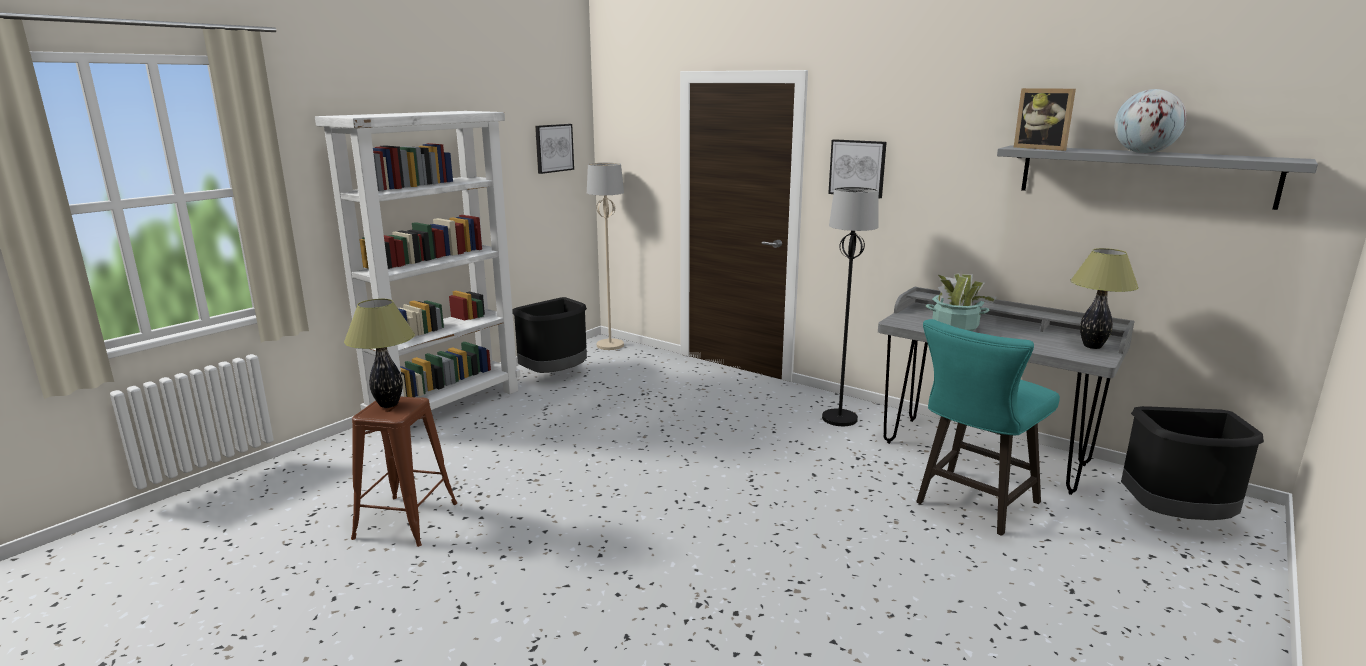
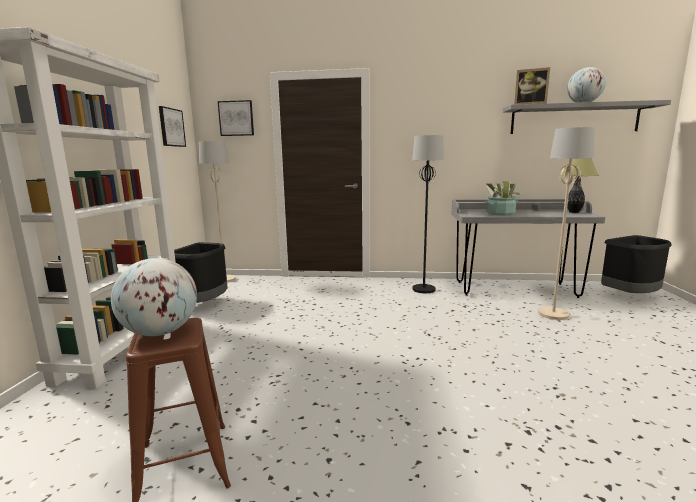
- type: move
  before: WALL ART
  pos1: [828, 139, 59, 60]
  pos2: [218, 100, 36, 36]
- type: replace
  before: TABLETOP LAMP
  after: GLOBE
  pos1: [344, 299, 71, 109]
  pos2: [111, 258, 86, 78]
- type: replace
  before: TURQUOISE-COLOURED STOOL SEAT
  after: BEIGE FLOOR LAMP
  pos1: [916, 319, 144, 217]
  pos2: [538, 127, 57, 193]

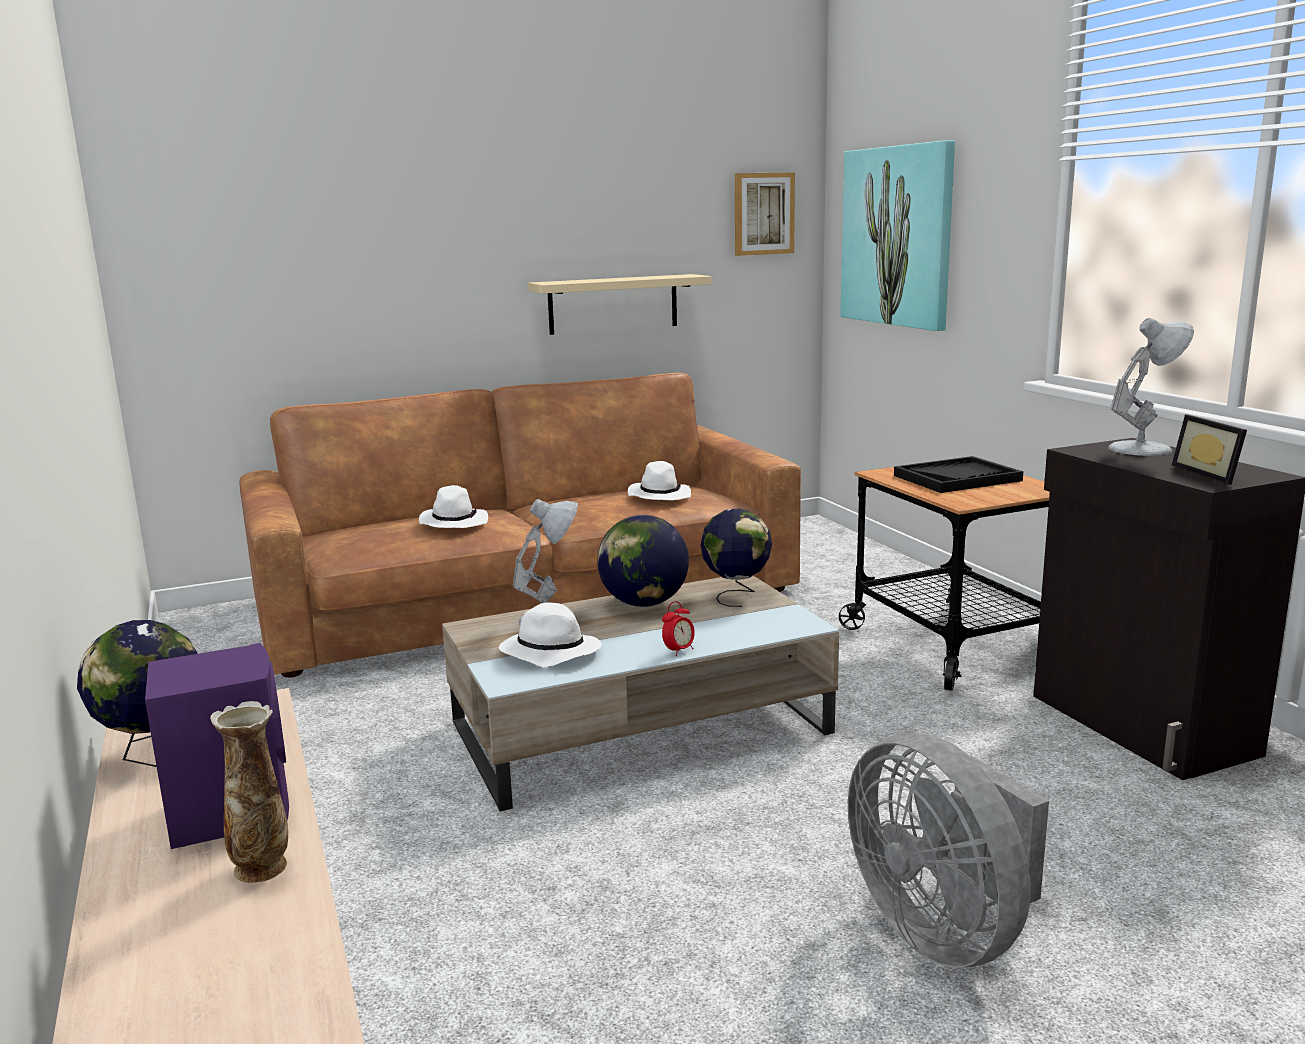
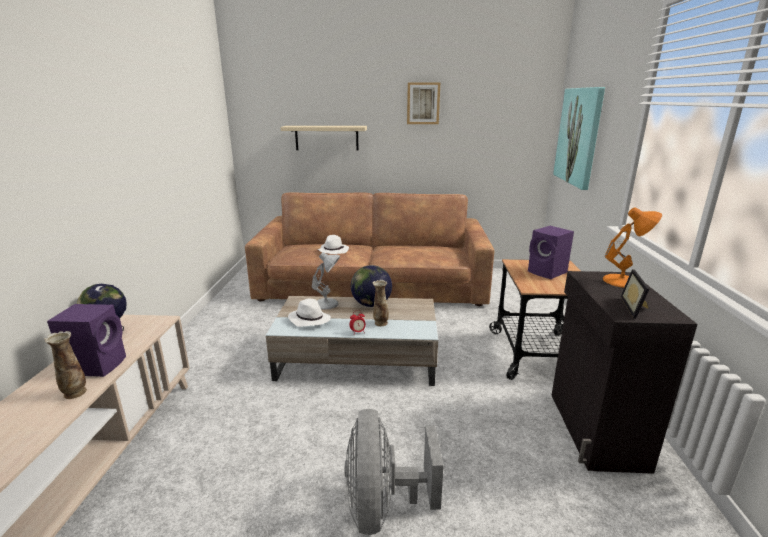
- type: move
  before: WALL ART
  pos1: [735, 172, 60, 84]
  pos2: [407, 82, 33, 42]
- type: move
  before: BEIGE BRACKET SHELF
  pos1: [528, 274, 183, 61]
  pos2: [280, 126, 87, 25]
- type: recolor
  before: WHITE-COLOURED TABLETOP LAMP
  after: ORANGE TABLETOP LAMP
  pos1: [1108, 318, 86, 138]
  pos2: [603, 207, 59, 81]
- type: replace
  before: BLACK TRAY
  after: PURPLE LOUDSPEAKER
  pos1: [894, 456, 129, 37]
  pos2: [528, 226, 46, 53]
- type: delete
  before: WHITE-COLOURED CLOTHING HAT
  pos1: [628, 461, 63, 39]
- type: delete
  before: GLOBE
  pos1: [701, 509, 71, 98]
- type: insert
  after: VASE
  pos2: [373, 280, 16, 46]

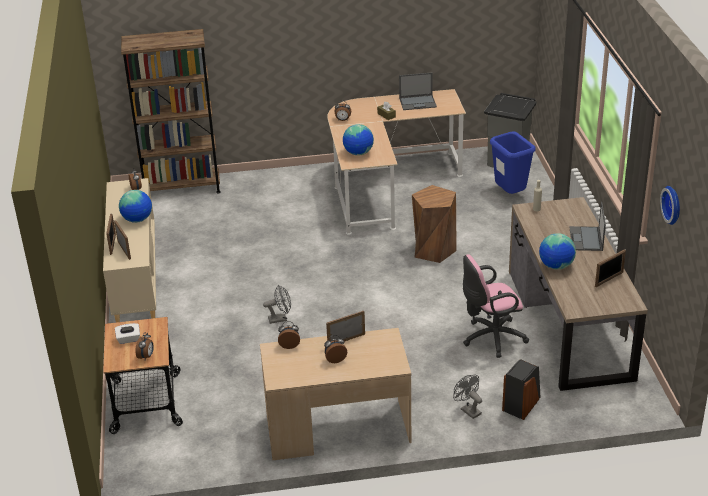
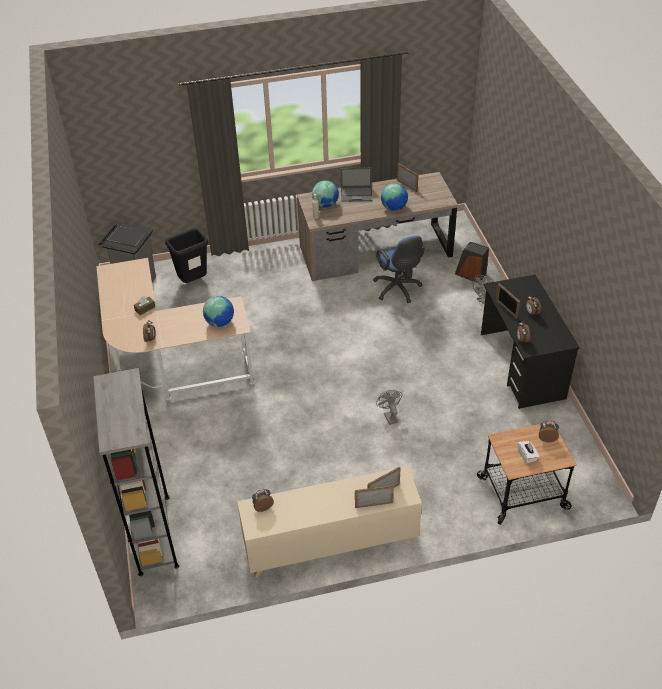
- type: recolor
  before: BROWNISH BOOKSHELF
  after: GREY BOOKSHELF
  pos1: [121, 29, 100, 165]
  pos2: [93, 368, 86, 208]
- type: delete
  before: NOTEBOOK COMPUTER
  pos1: [399, 73, 38, 37]
- type: recolor
  before: BLUISH RUBBISH BIN
  after: BLACK RUBBISH BIN
  pos1: [490, 132, 46, 62]
  pos2: [165, 228, 43, 55]
- type: delete
  before: BROWNISH STOOL SEAT
  pos1: [412, 185, 45, 78]
- type: delete
  before: HANGING CLOCK
  pos1: [660, 186, 20, 39]
- type: move
  before: GLOBE
  pos1: [119, 190, 33, 33]
  pos2: [312, 180, 27, 28]
- type: recolor
  before: PINK OFFICE CHAIR
  after: BLUISH OFFICE CHAIR
  pos1: [463, 254, 66, 104]
  pos2: [373, 236, 52, 67]
- type: recolor
  before: BEIGE DESK
  after: BLACK DESK
  pos1: [260, 328, 151, 132]
  pos2: [481, 275, 99, 134]

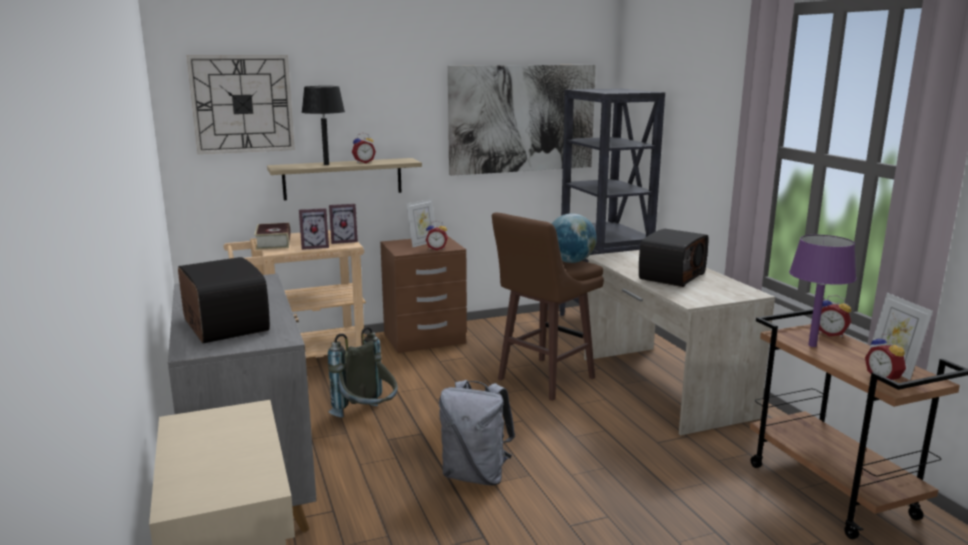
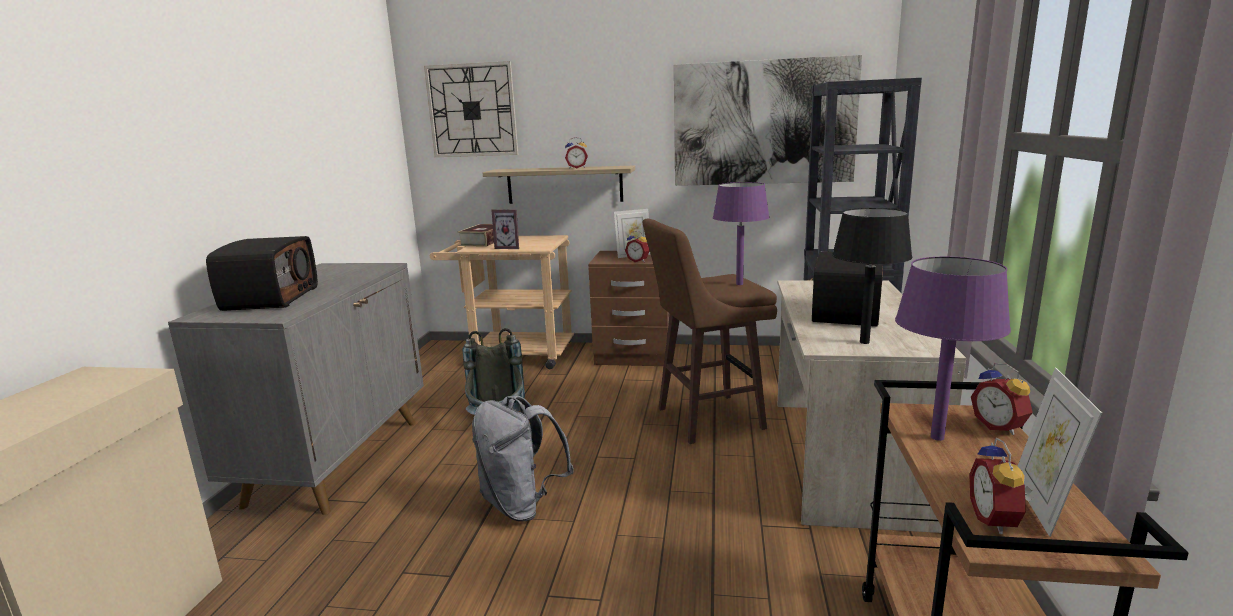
- type: move
  before: BLACK TABLETOP LAMP
  pos1: [301, 86, 44, 79]
  pos2: [832, 208, 81, 136]
- type: delete
  before: PHOTO FRAME
  pos1: [329, 204, 29, 40]
- type: replace
  before: GLOBE
  after: PURPLE TABLETOP LAMP
  pos1: [552, 213, 45, 50]
  pos2: [713, 182, 57, 103]
- type: rotate
  before: RADIO RECEIVER
  pos1: [639, 229, 70, 58]
  pos2: [812, 252, 71, 74]
  turn: 135

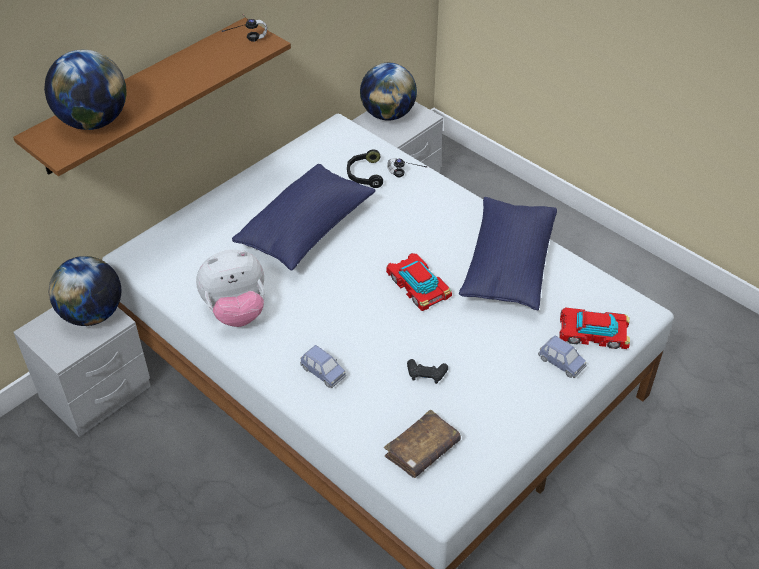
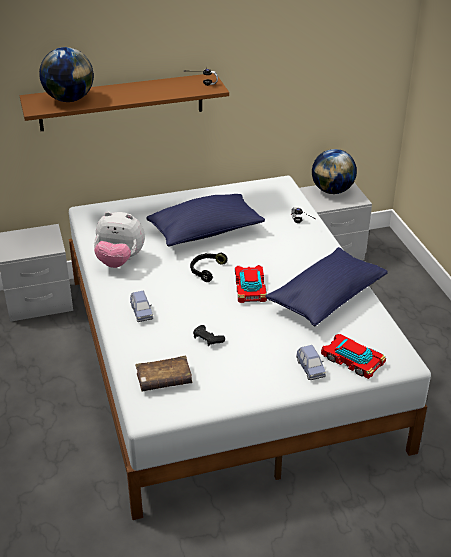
- type: move
  before: BLACK HEADPHONES
  pos1: [347, 149, 36, 39]
  pos2: [190, 253, 38, 29]
- type: delete
  before: GLOBE
  pos1: [49, 256, 73, 70]

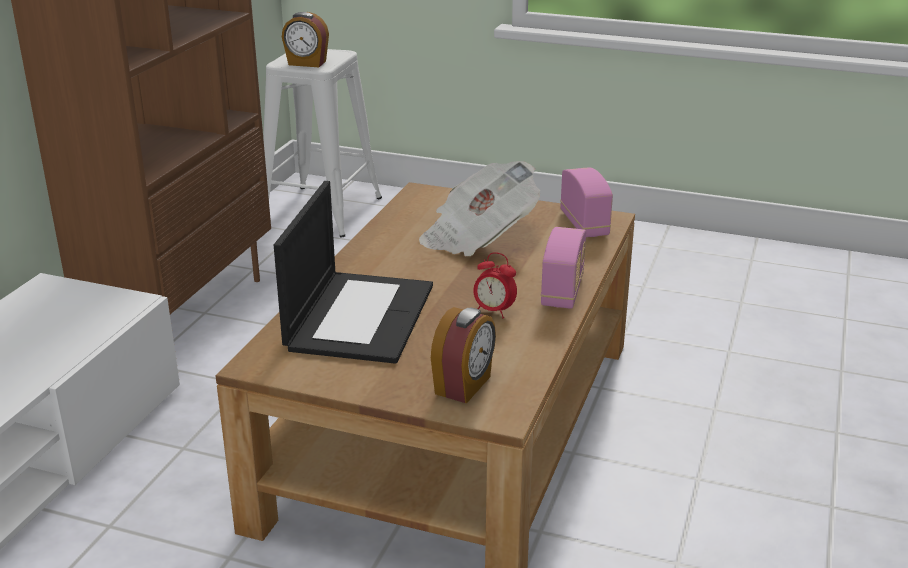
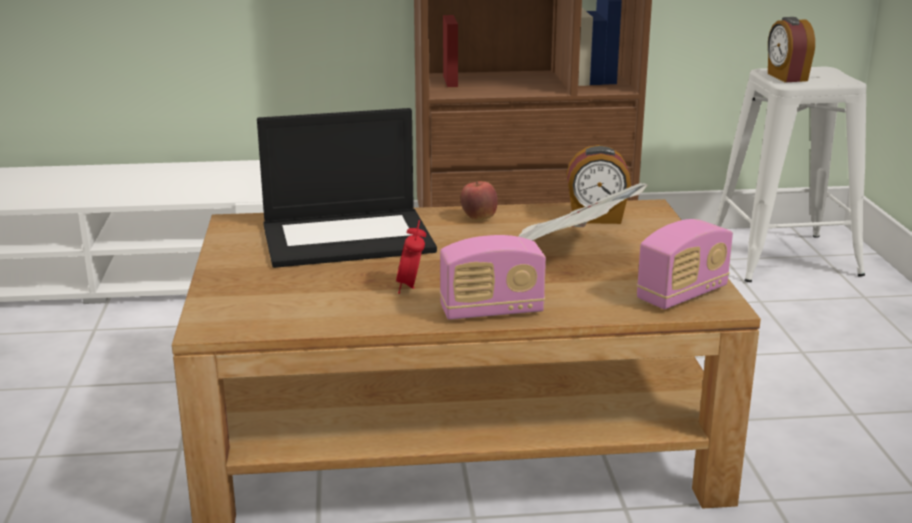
- type: move
  before: BEDSIDE CLOCK
  pos1: [431, 307, 65, 97]
  pos2: [567, 145, 64, 79]
- type: insert
  after: APPLE
  pos2: [461, 181, 37, 40]

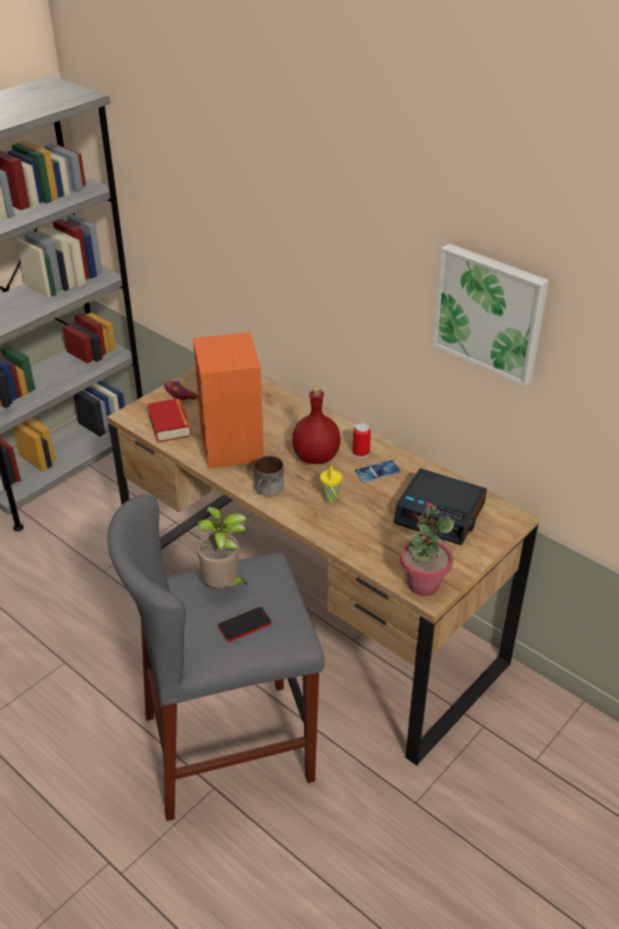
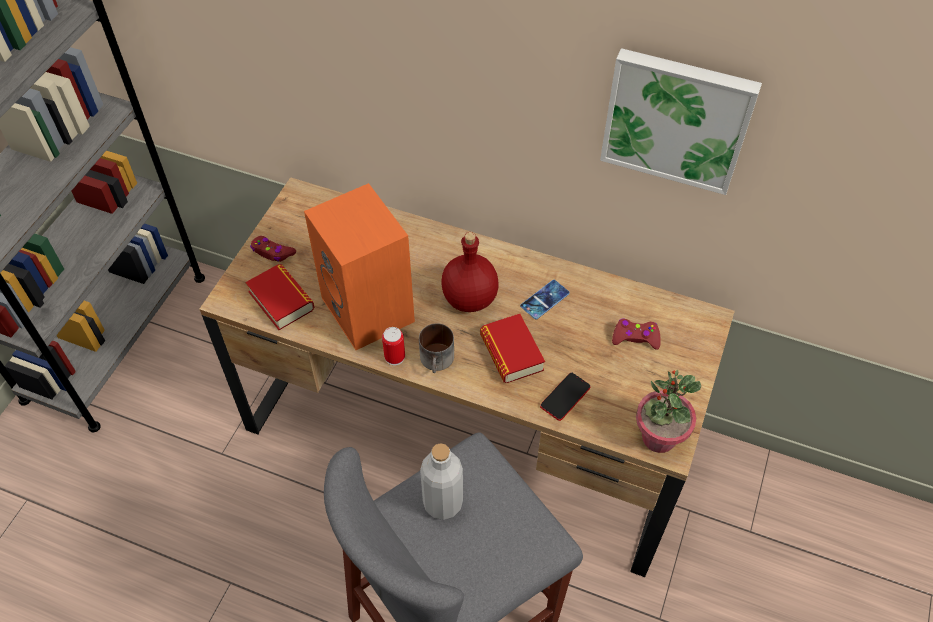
- type: move
  before: SEALED CAN
  pos1: [353, 423, 18, 35]
  pos2: [382, 327, 23, 38]
- type: replace
  before: YELLOW-COLOURED CUP
  after: BOUND BOOK
  pos1: [320, 465, 22, 38]
  pos2: [480, 314, 65, 69]
- type: replace
  before: BEDSIDE CLOCK
  after: RED JOYPAD
  pos1: [394, 468, 93, 77]
  pos2: [612, 318, 49, 31]
- type: replace
  before: POTTED PLANT
  after: GREY BOTTLE
  pos1: [197, 507, 50, 81]
  pos2: [420, 443, 43, 77]
- type: move
  before: TELEPHONE
  pos1: [218, 607, 54, 35]
  pos2: [540, 373, 50, 48]

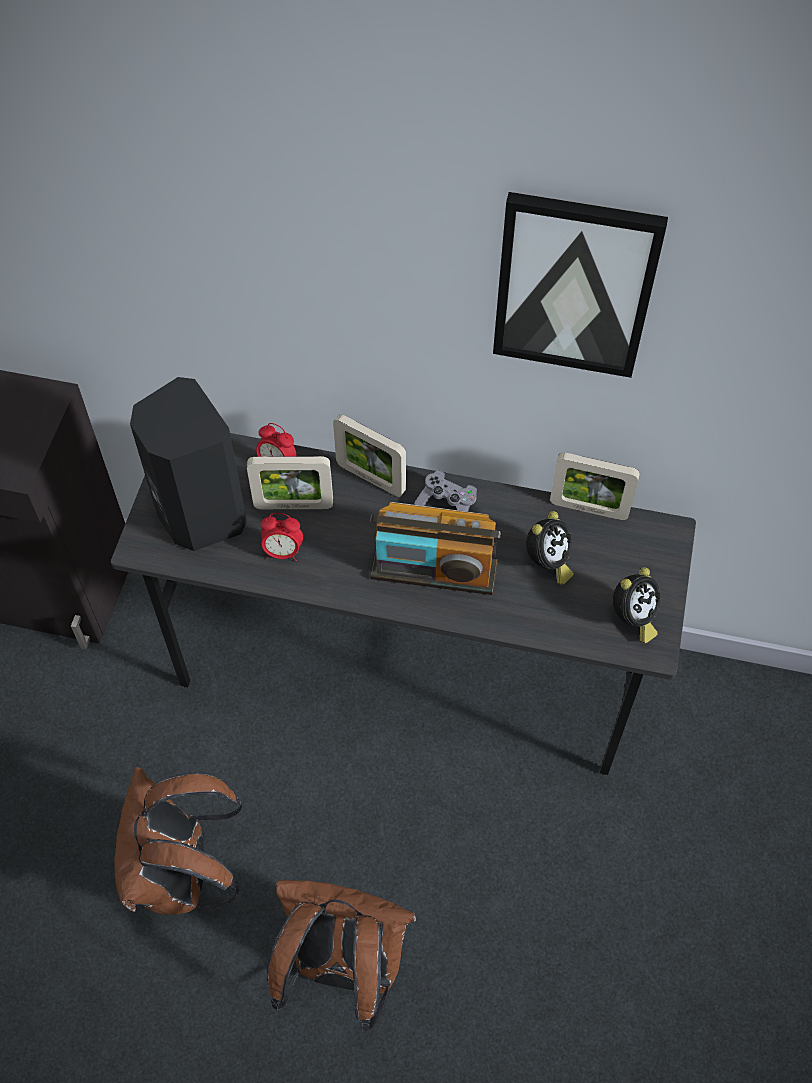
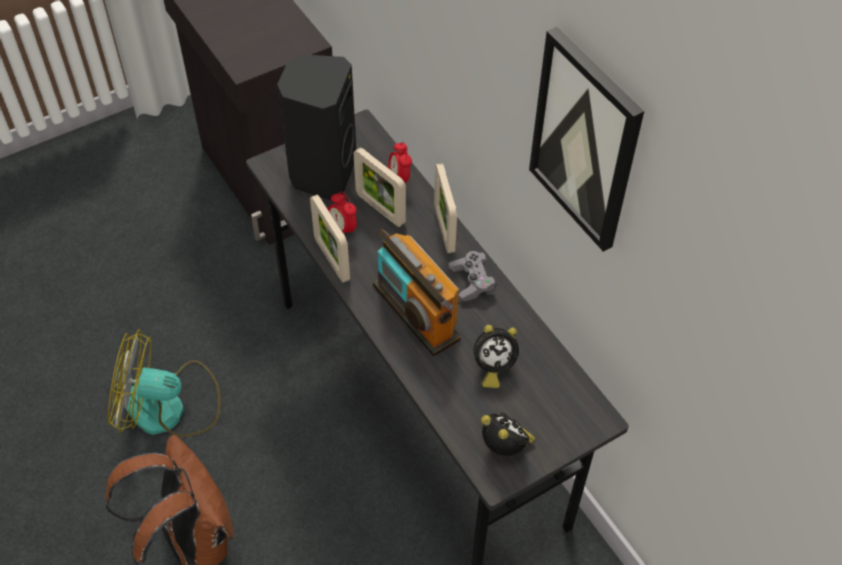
- type: move
  before: PHOTO FRAME
  pos1: [550, 453, 90, 67]
  pos2: [310, 195, 40, 88]
- type: rotate
  before: BEDSIDE CLOCK
  pos1: [613, 567, 47, 76]
  pos2: [481, 413, 54, 43]
  turn: -135
- type: replace
  before: BROWNISH KNAPSACK
  after: COOLING FAN
  pos1: [114, 767, 129, 148]
  pos2: [108, 329, 112, 108]

